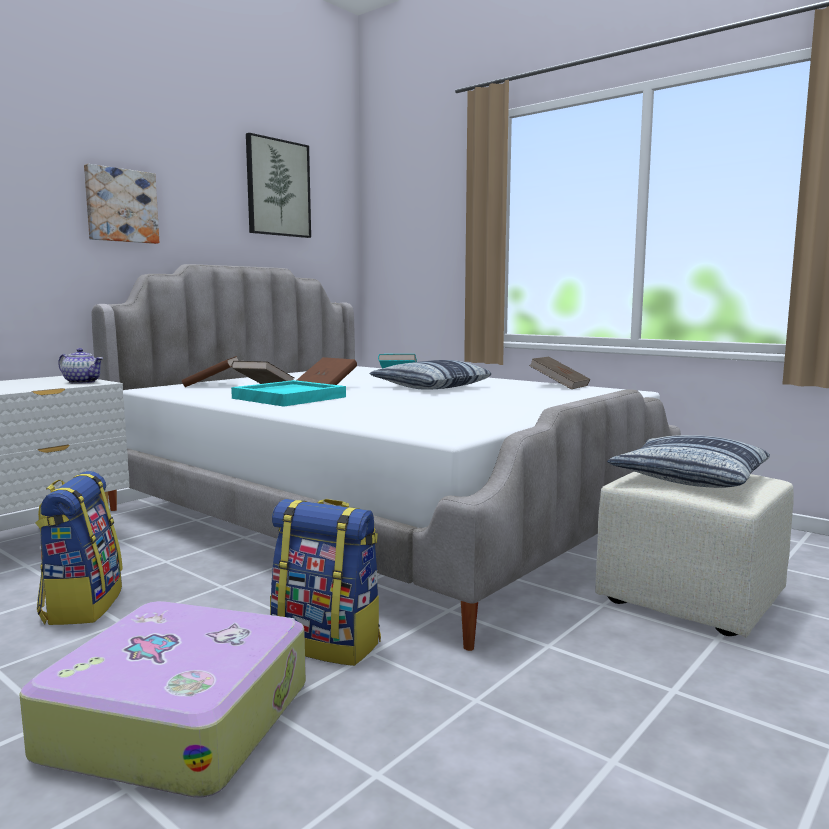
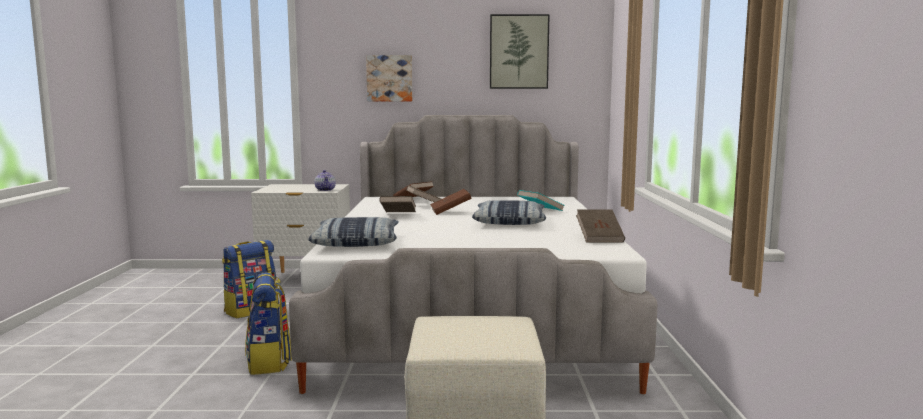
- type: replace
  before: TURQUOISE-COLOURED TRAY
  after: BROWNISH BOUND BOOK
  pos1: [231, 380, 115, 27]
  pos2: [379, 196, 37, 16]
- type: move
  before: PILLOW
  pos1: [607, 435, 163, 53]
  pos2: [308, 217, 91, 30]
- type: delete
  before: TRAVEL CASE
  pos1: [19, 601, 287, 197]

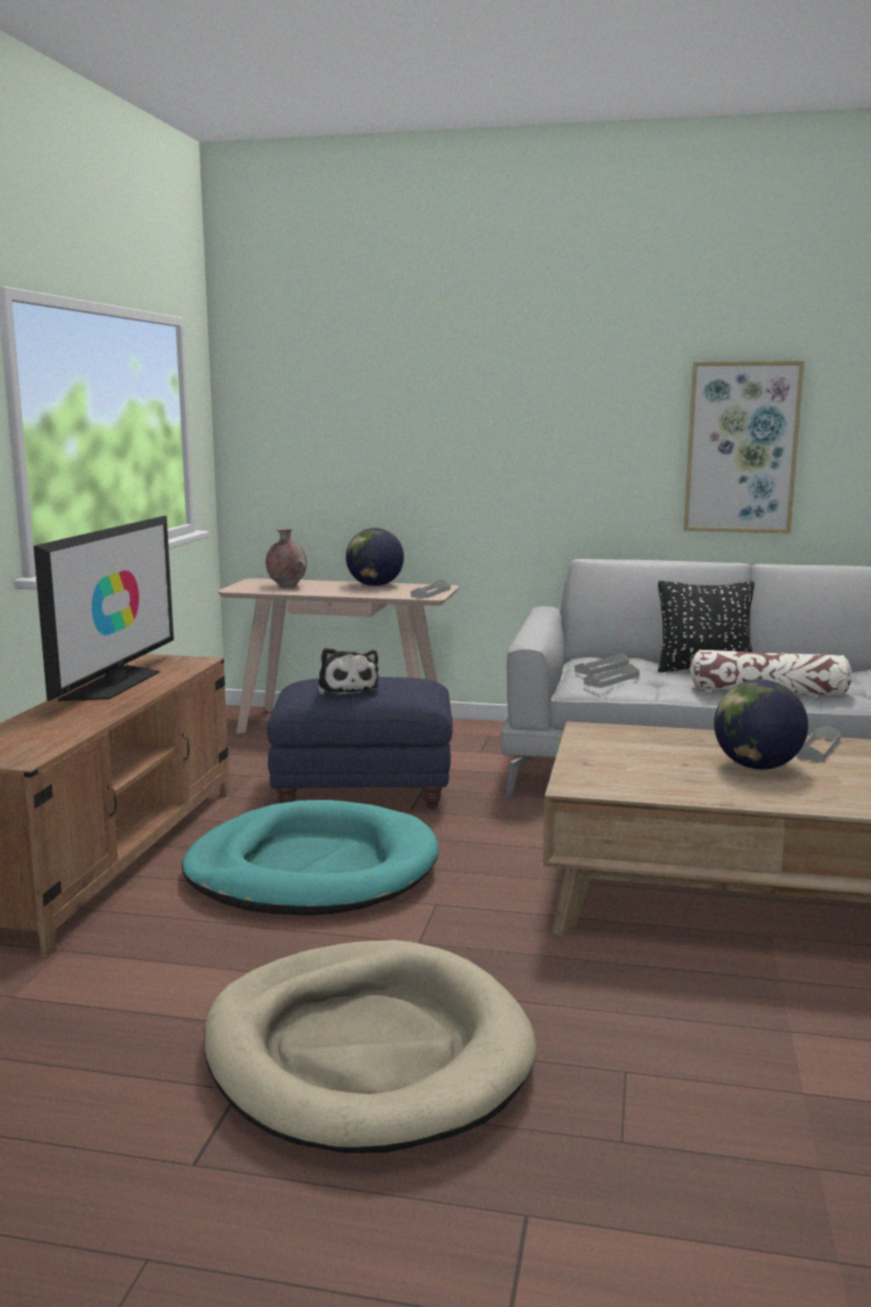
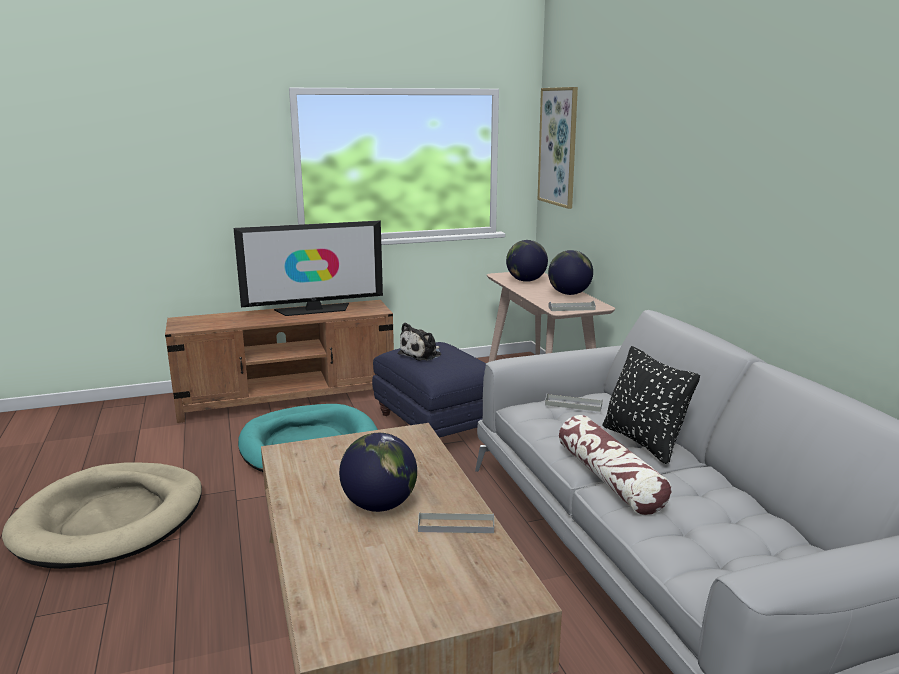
- type: move
  before: WALL ART
  pos1: [684, 361, 120, 172]
  pos2: [538, 87, 40, 122]
- type: replace
  before: BROWNISH VASE
  after: GLOBE
  pos1: [266, 528, 41, 60]
  pos2: [506, 240, 42, 42]
- type: delete
  before: GREY TRAY
  pos1: [584, 664, 56, 24]

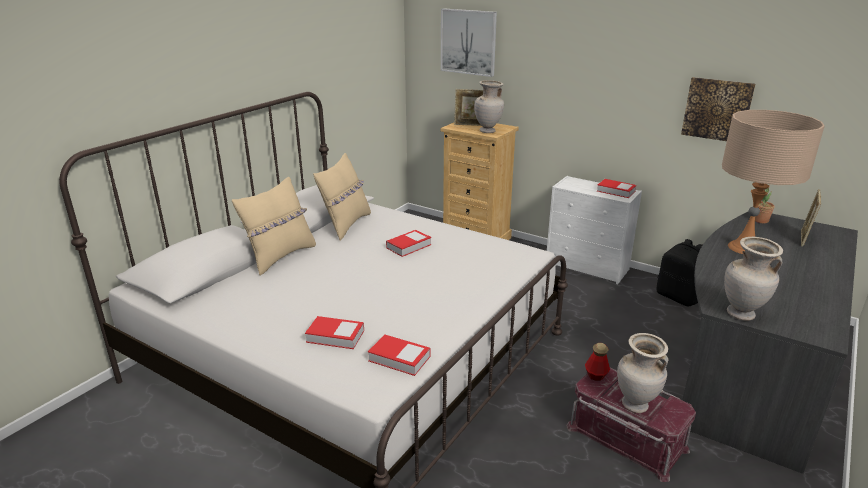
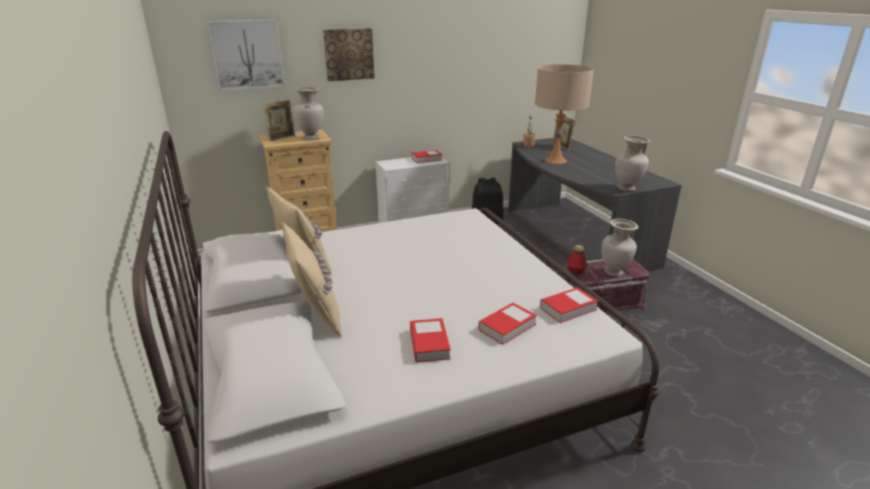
- type: move
  before: WALL ART
  pos1: [681, 77, 74, 64]
  pos2: [323, 28, 51, 53]
- type: move
  before: BOUND BOOK
  pos1: [386, 230, 45, 27]
  pos2: [410, 318, 41, 44]

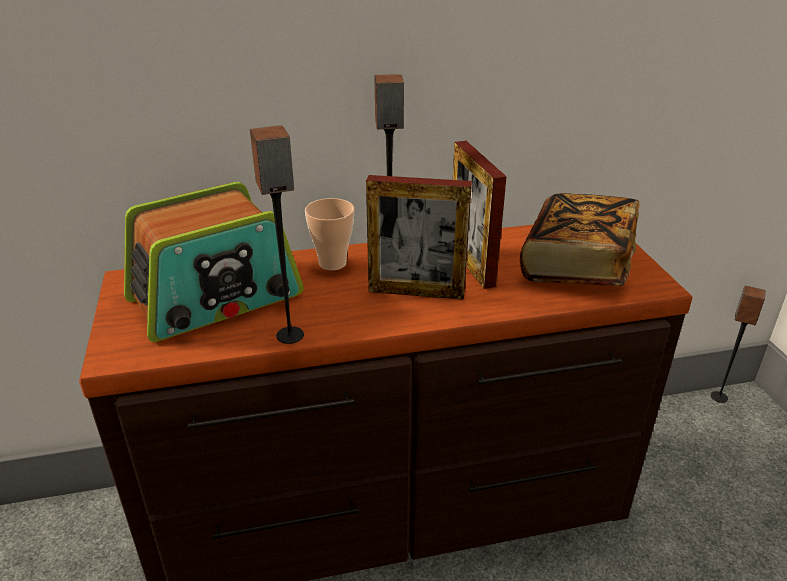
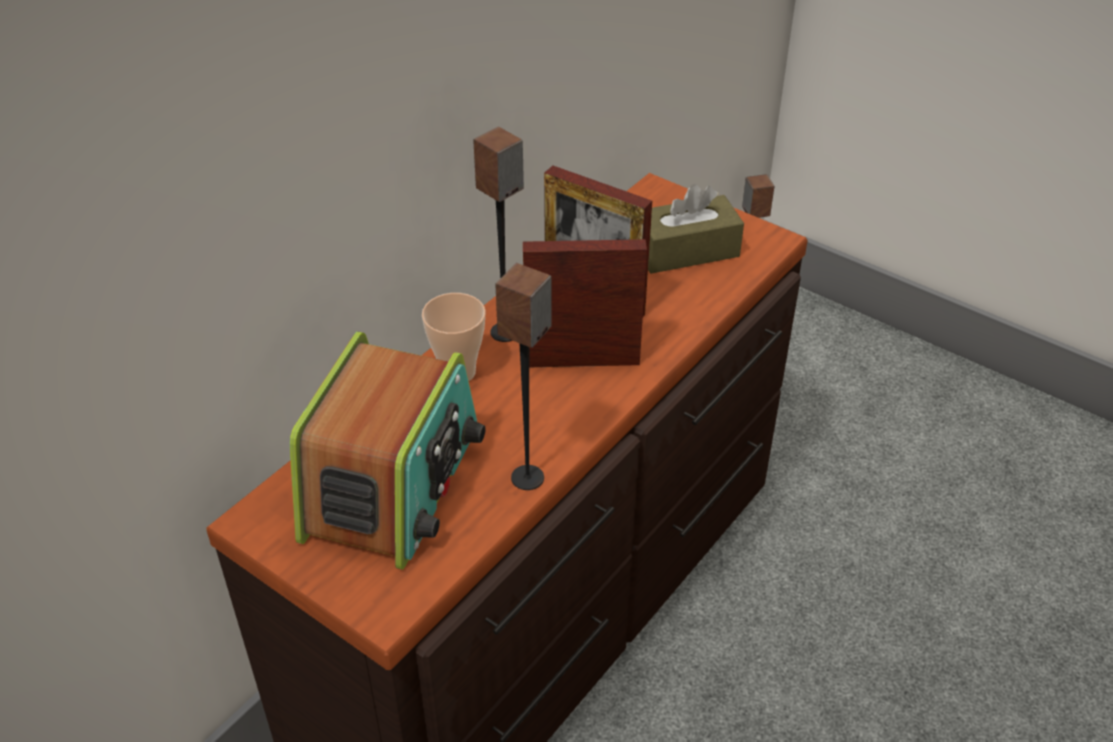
- type: rotate
  before: PHOTO FRAME
  pos1: [366, 175, 106, 125]
  pos2: [523, 239, 124, 128]
  turn: -150
- type: replace
  before: BOUND BOOK
  after: BROWNISH TISSUE BOX
  pos1: [520, 193, 119, 93]
  pos2: [648, 184, 96, 90]

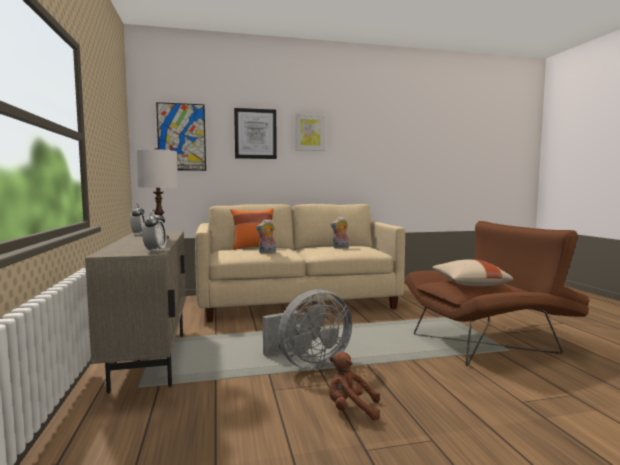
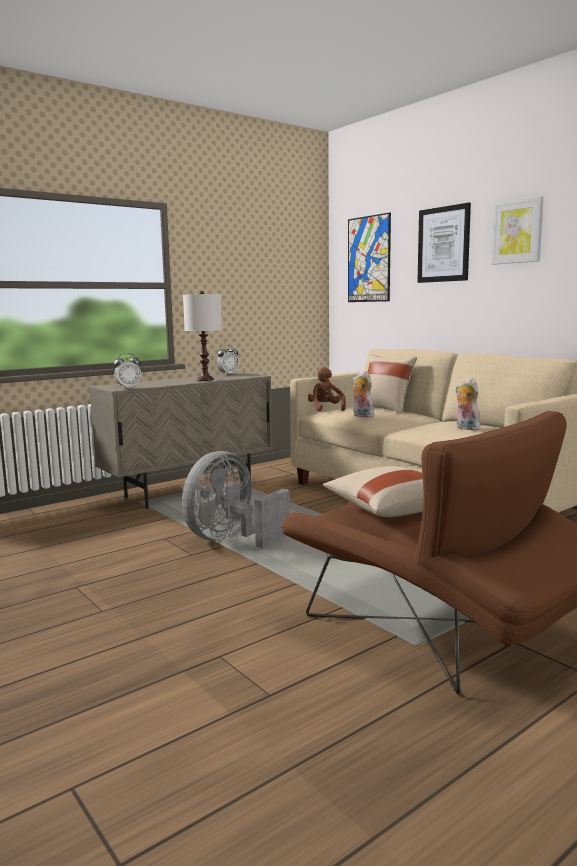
- type: recolor
  before: ORANGE PILLOW
  after: BEIGE PILLOW
  pos1: [230, 208, 43, 42]
  pos2: [368, 354, 49, 60]
- type: rotate
  before: GREY COOLING FAN
  pos1: [263, 289, 89, 81]
  pos2: [182, 451, 108, 97]
  turn: 90
- type: move
  before: BROWNISH SOFT TOY
  pos1: [329, 352, 51, 68]
  pos2: [308, 367, 38, 45]

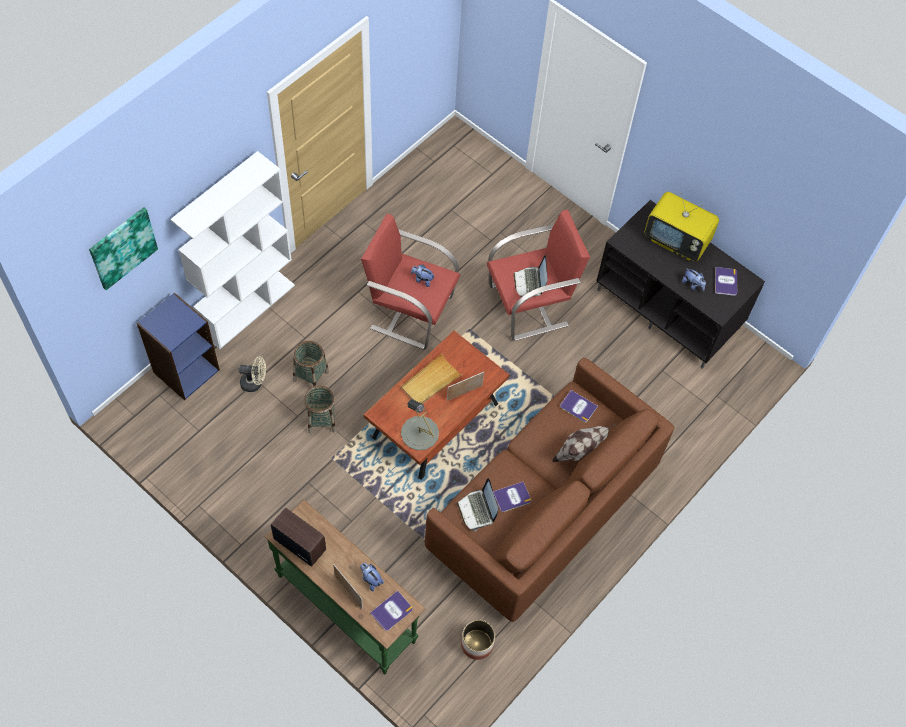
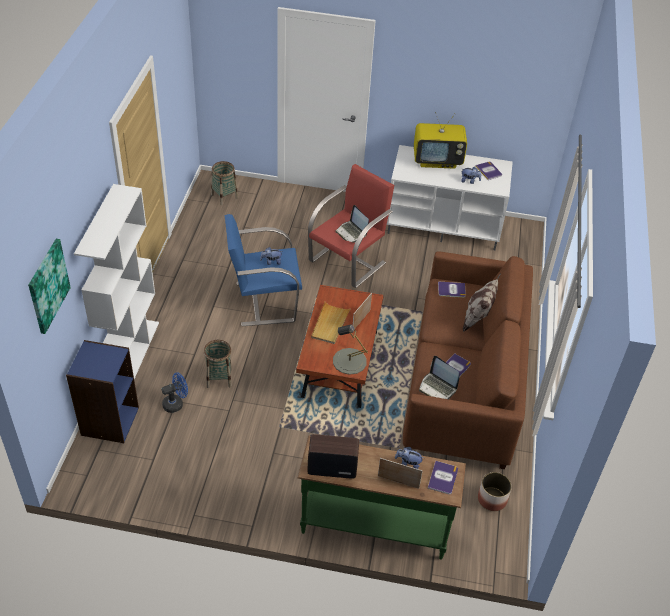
- type: recolor
  before: BLACK TV UNIT
  after: WHITE-COLOURED TV UNIT
  pos1: [596, 200, 169, 168]
  pos2: [387, 145, 126, 105]
- type: recolor
  before: RED LOUNGE CHAIR
  after: BLUISH LOUNGE CHAIR
  pos1: [361, 214, 99, 136]
  pos2: [225, 214, 77, 112]
- type: recolor
  before: BEIGE COOLING FAN
  after: BLUISH COOLING FAN
  pos1: [239, 356, 27, 36]
  pos2: [161, 372, 27, 41]
- type: move
  before: STORAGE BASKET
  pos1: [304, 386, 32, 48]
  pos2: [211, 161, 27, 44]

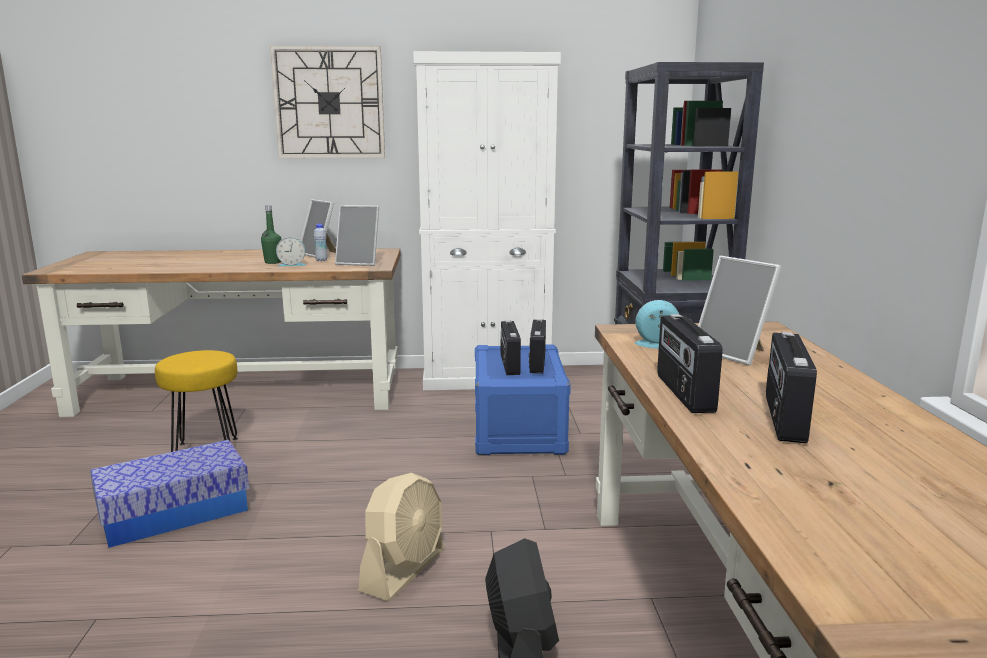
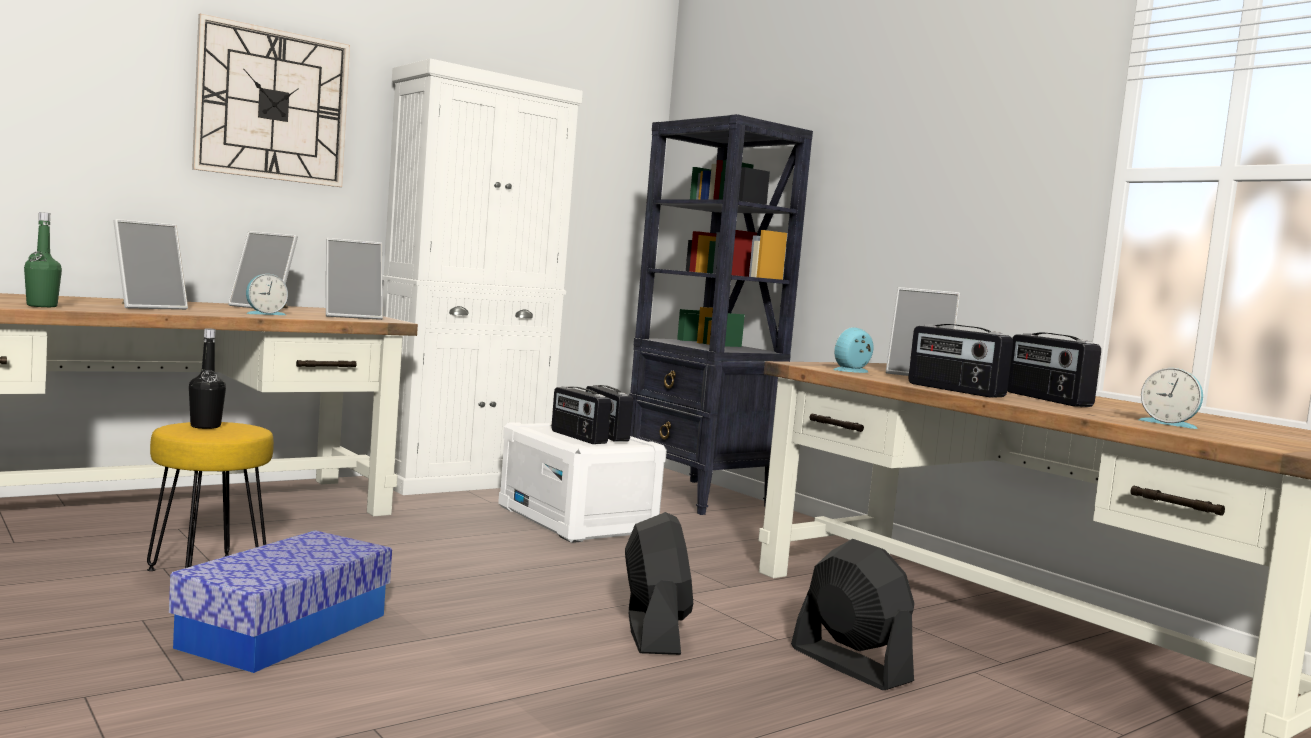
- type: move
  before: GREEN-COLOURED BOTTLE
  pos1: [261, 205, 20, 59]
  pos2: [24, 212, 38, 95]
- type: delete
  before: WHITE-COLOURED BOTTLE
  pos1: [314, 224, 13, 37]
- type: recolor
  before: BLUISH STORAGE BIN
  after: WHITE-COLOURED STORAGE BIN
  pos1: [475, 344, 96, 112]
  pos2: [498, 422, 169, 121]
- type: recolor
  before: BEIGE COOLING FAN
  after: BLACK COOLING FAN
  pos1: [359, 473, 85, 129]
  pos2: [625, 512, 68, 143]
- type: insert
  after: PHOTO FRAME
  pos2: [113, 219, 75, 91]
- type: insert
  after: BLACK BOTTLE
  pos2: [189, 328, 37, 101]
- type: insert
  after: BEDSIDE CLOCK
  pos2: [1139, 368, 64, 61]

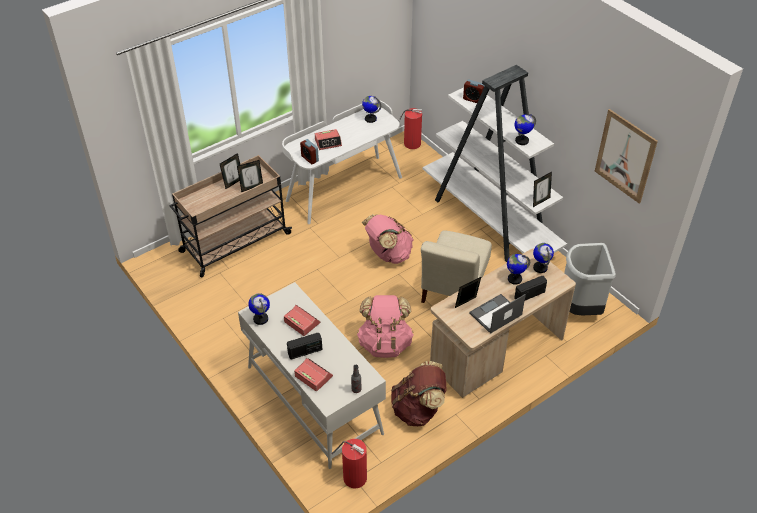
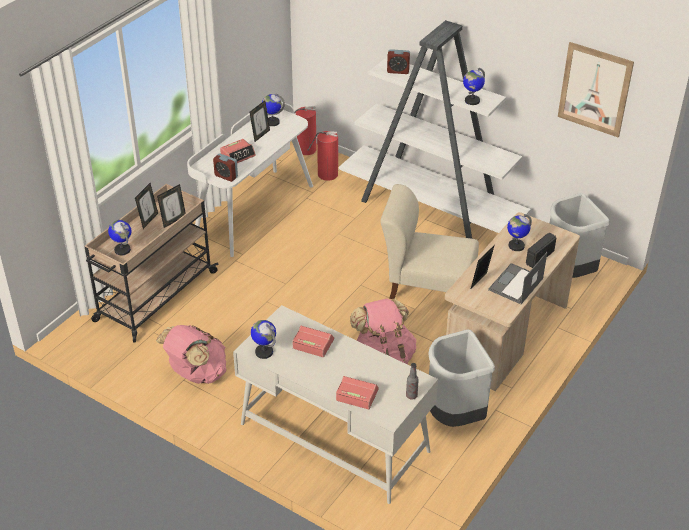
- type: move
  before: PHOTO FRAME
  pos1: [533, 172, 19, 35]
  pos2: [250, 101, 20, 41]
- type: move
  before: PINK KNAPSACK
  pos1: [361, 214, 52, 50]
  pos2: [156, 325, 70, 59]
- type: rotate
  before: BEIGE UPRIGHT CHAIR
  pos1: [421, 231, 71, 72]
  pos2: [380, 184, 99, 115]
  turn: 105
- type: move
  before: GLOBE
  pos1: [533, 243, 21, 30]
  pos2: [108, 220, 23, 35]
- type: delete
  before: RADIO RECEIVER
  pos1: [287, 333, 35, 26]
- type: replace
  before: BROWNISH KNAPSACK
  after: GREY RUBBISH BIN
  pos1: [391, 361, 56, 65]
  pos2: [429, 329, 66, 98]
- type: move
  before: EXTINGUISHER
  pos1: [331, 439, 36, 49]
  pos2: [307, 131, 31, 50]

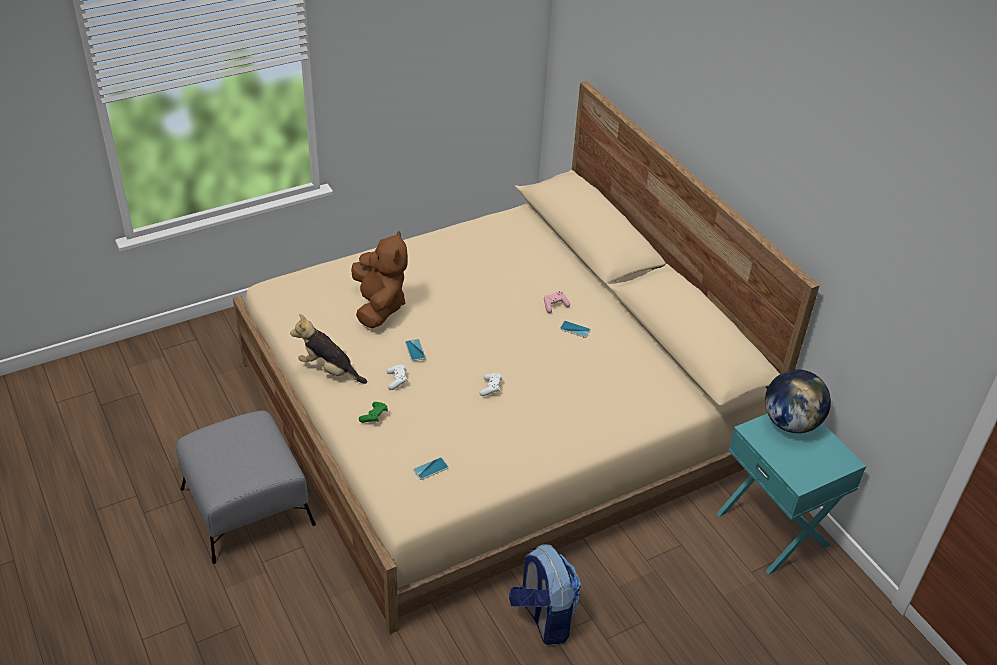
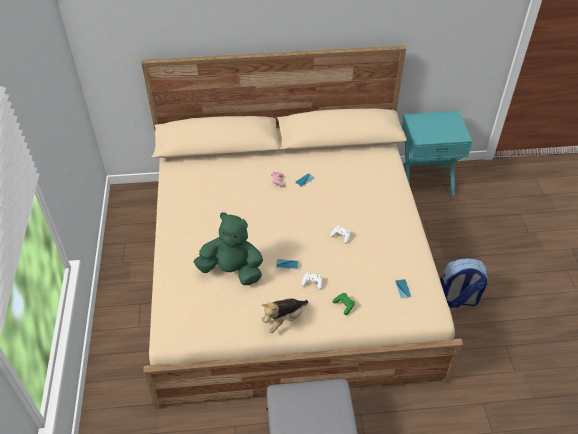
- type: recolor
  before: BROWNISH SOFT TOY
  after: GREEN-COLOURED SOFT TOY
  pos1: [351, 230, 57, 98]
  pos2: [194, 212, 69, 73]
- type: delete
  before: GLOBE
  pos1: [765, 369, 66, 64]

